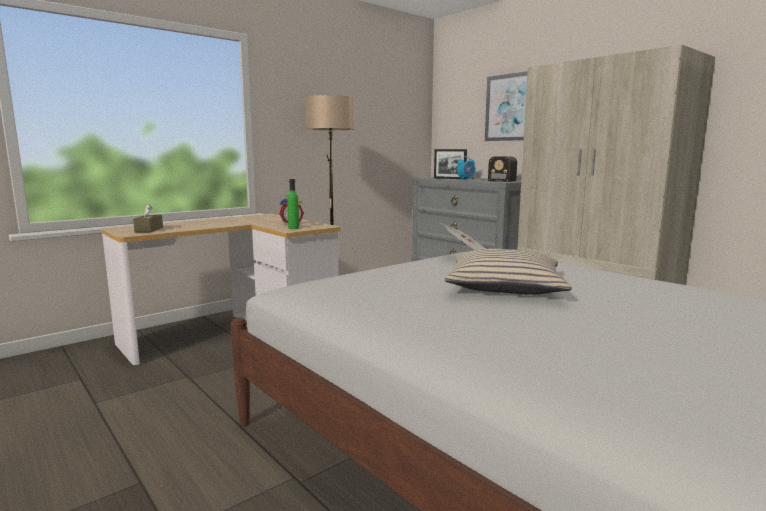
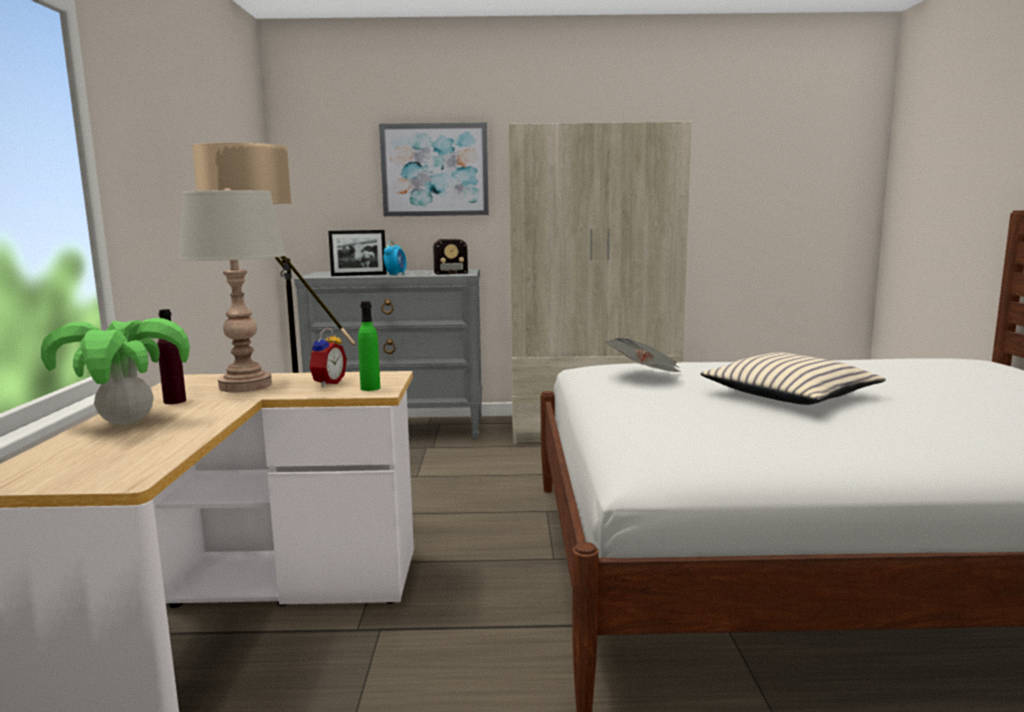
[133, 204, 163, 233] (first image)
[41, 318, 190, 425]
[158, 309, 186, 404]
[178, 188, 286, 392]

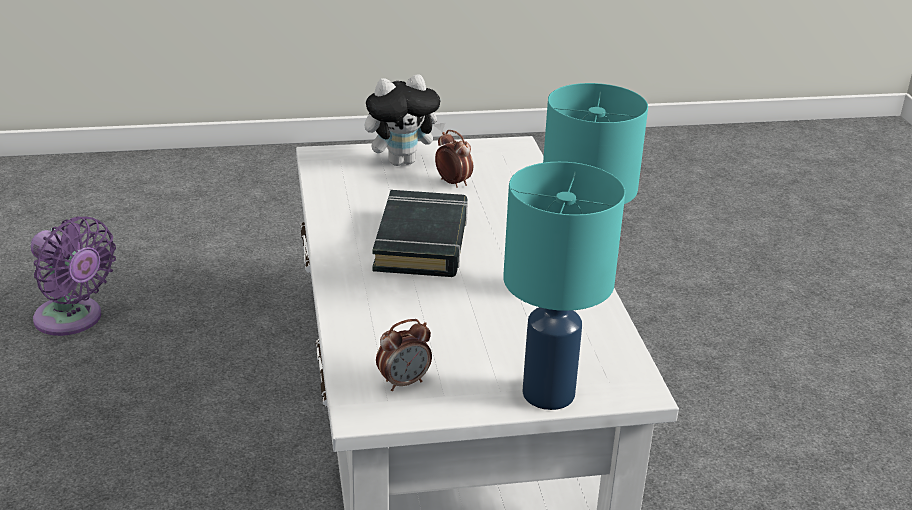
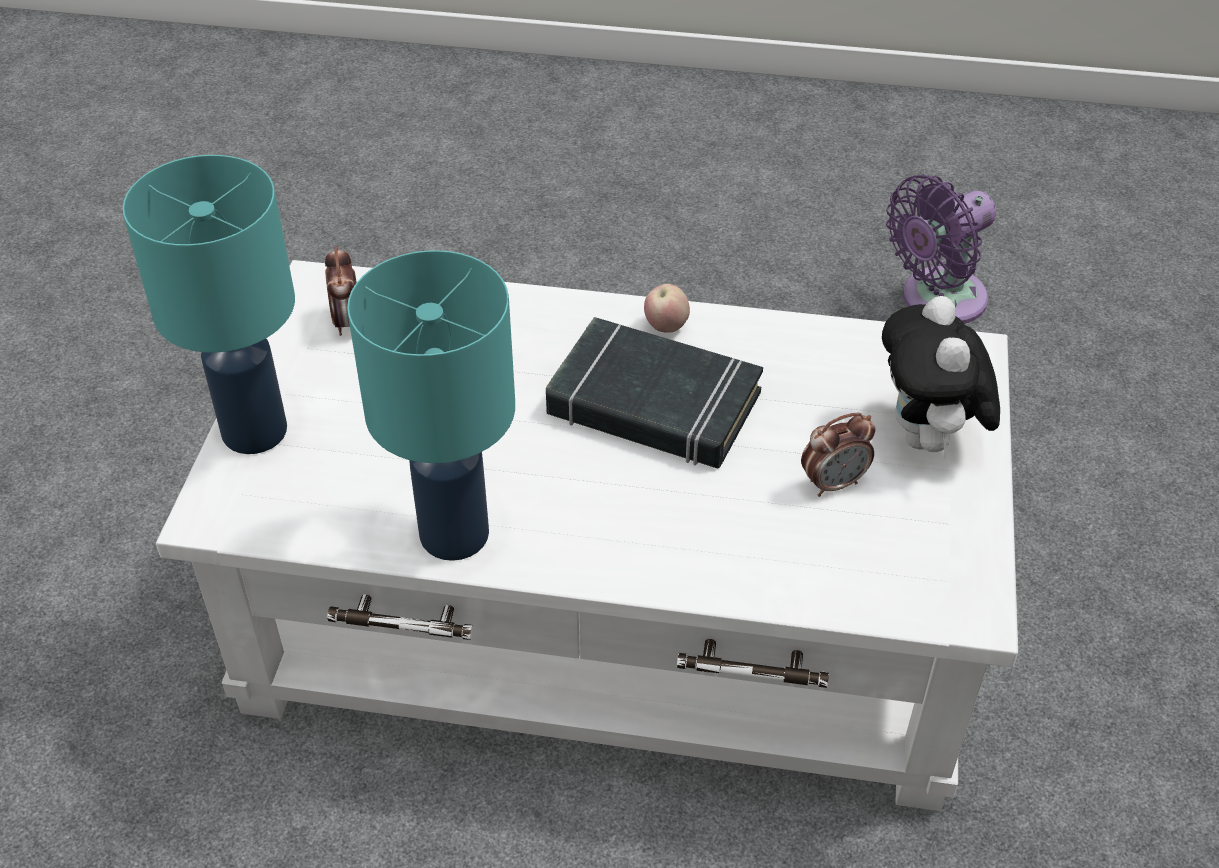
[644, 284, 690, 333]

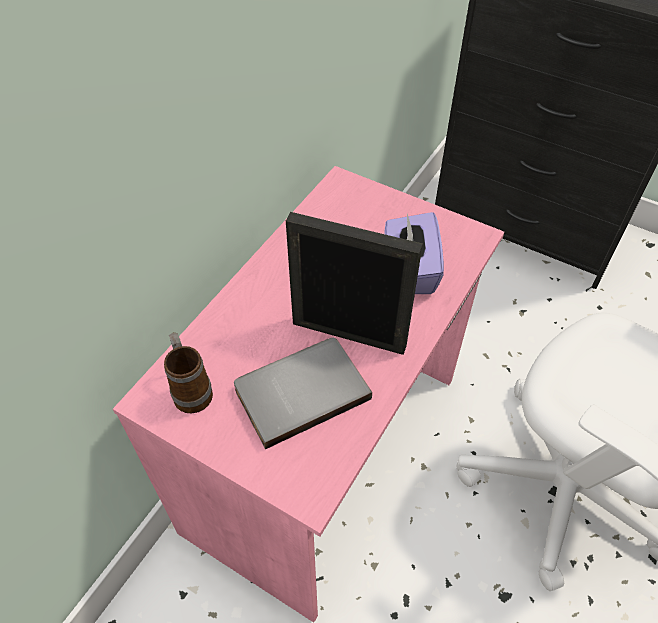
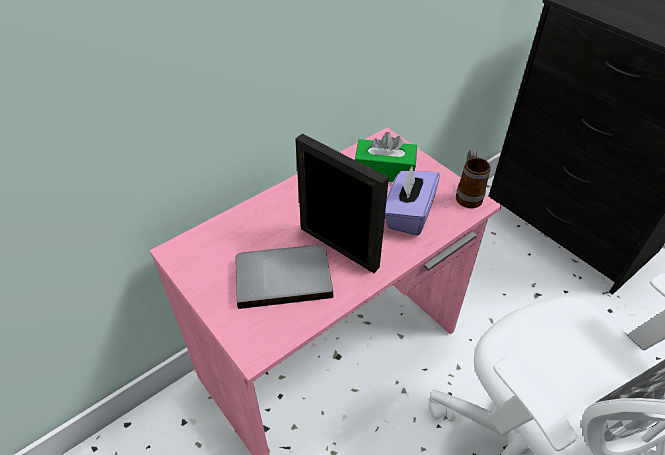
[355, 132, 417, 182]
[456, 149, 490, 208]

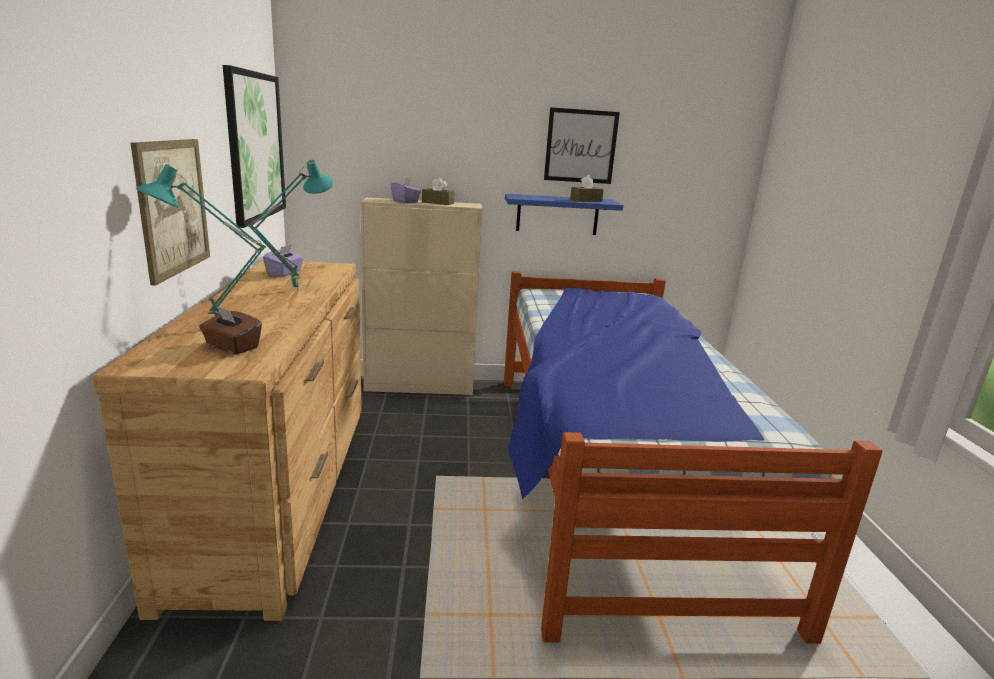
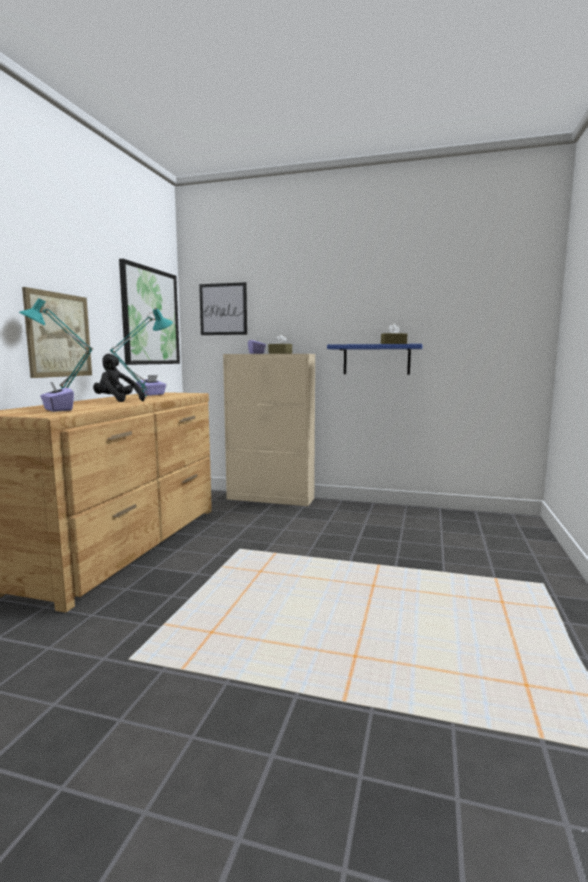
[504, 271, 883, 644] (first image)
[93, 354, 145, 402]
[199, 282, 247, 335]
[40, 382, 74, 412]

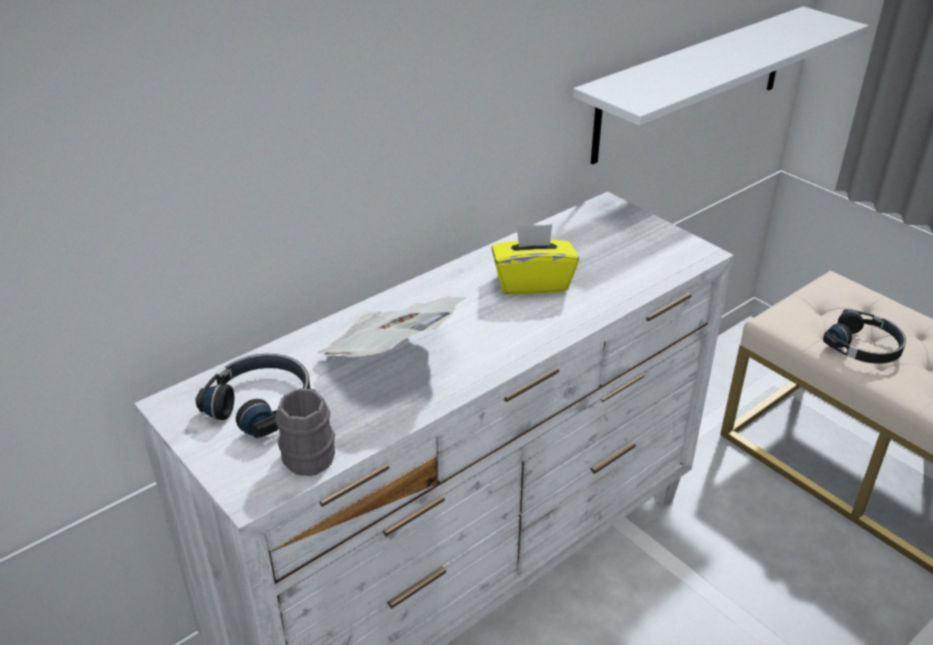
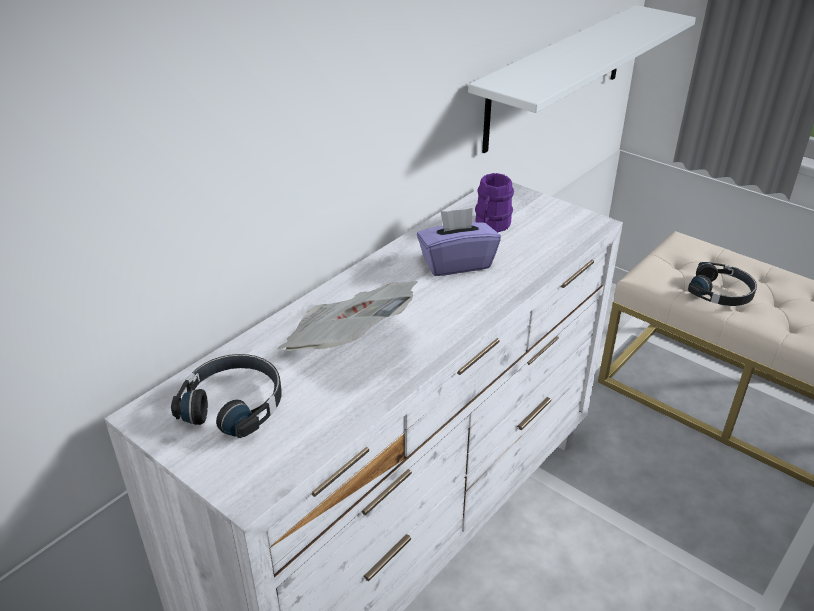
[275, 388, 335, 476] (first image)
[475, 173, 514, 232]
[417, 208, 501, 276]

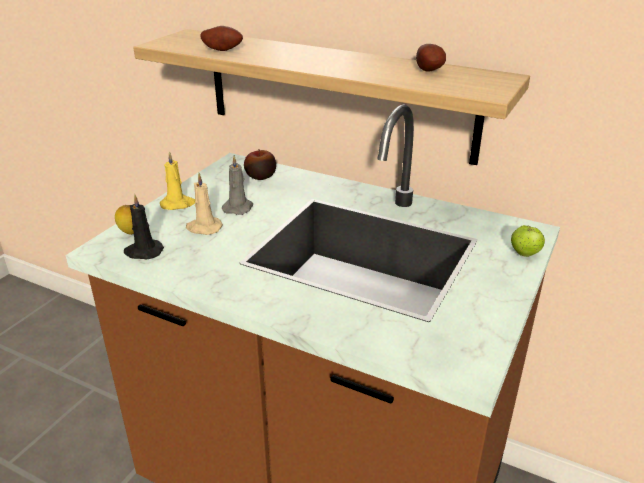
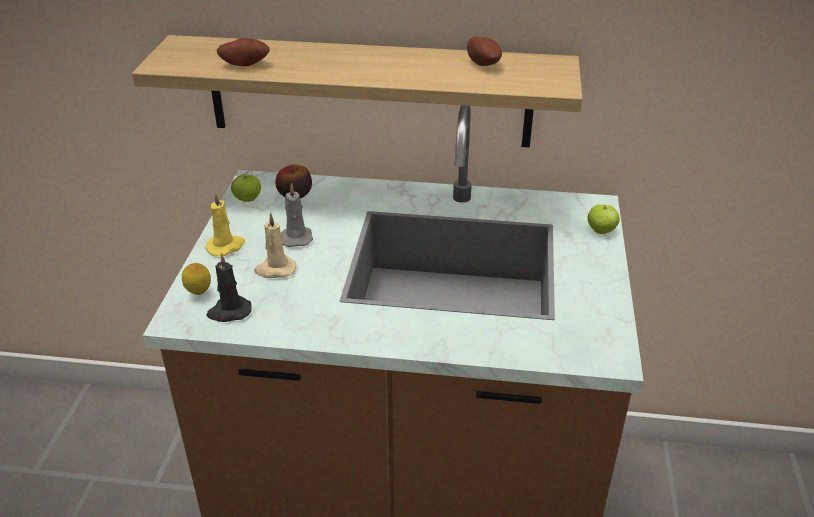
[231, 171, 261, 202]

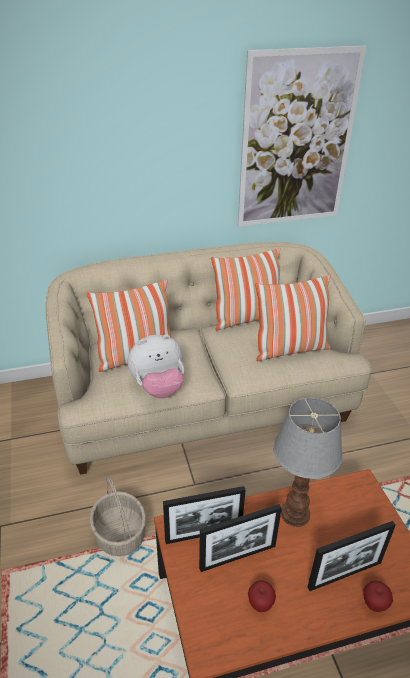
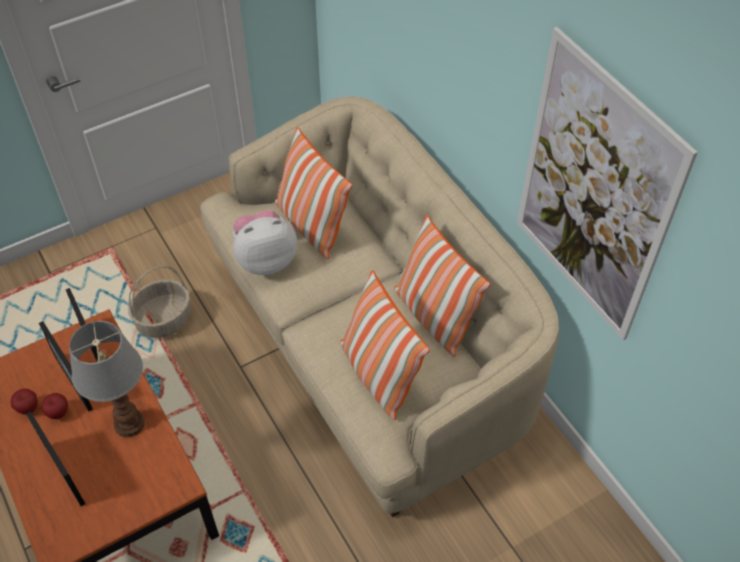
[41, 393, 68, 419]
[232, 210, 297, 275]

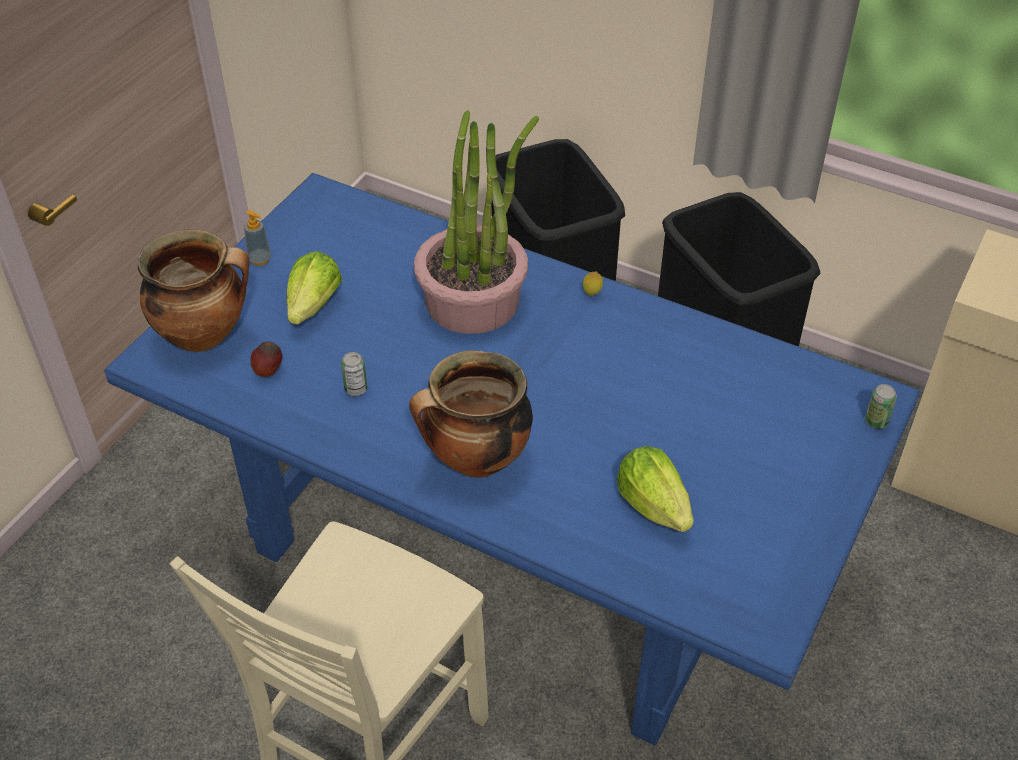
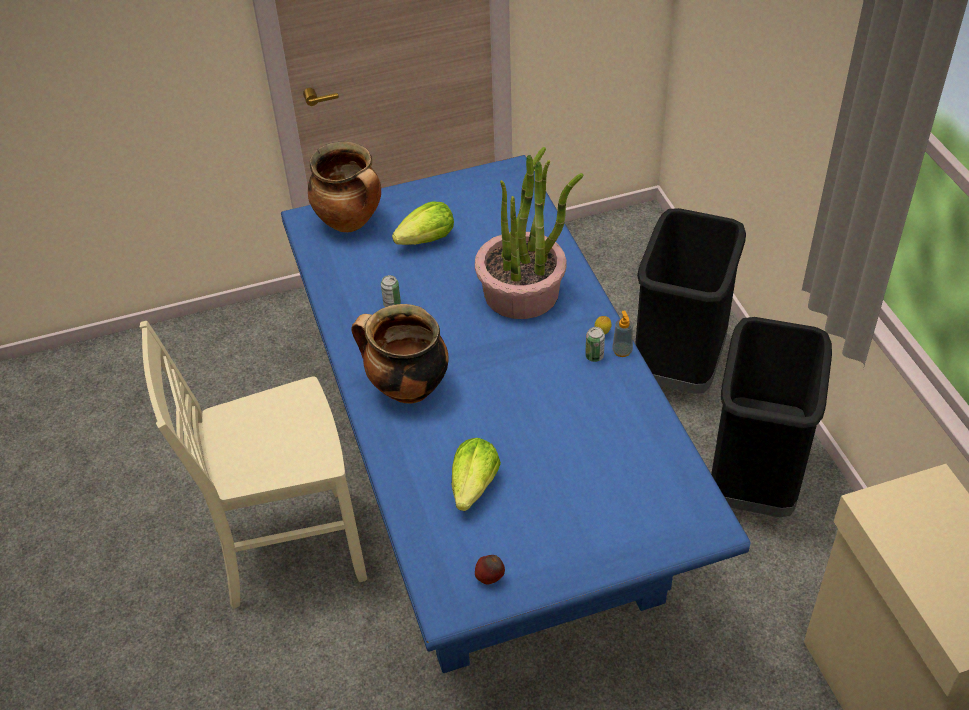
[612, 311, 633, 357]
[475, 555, 505, 584]
[585, 327, 605, 362]

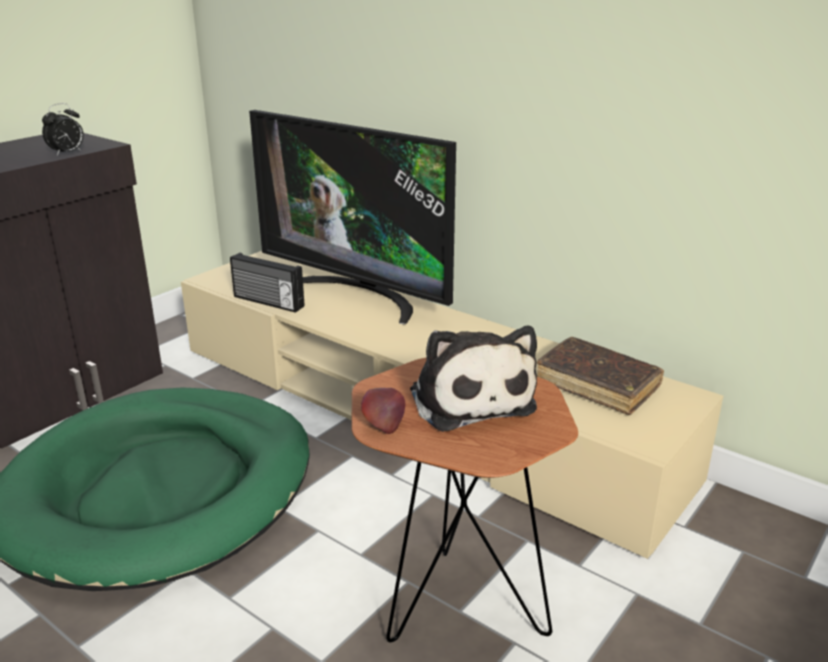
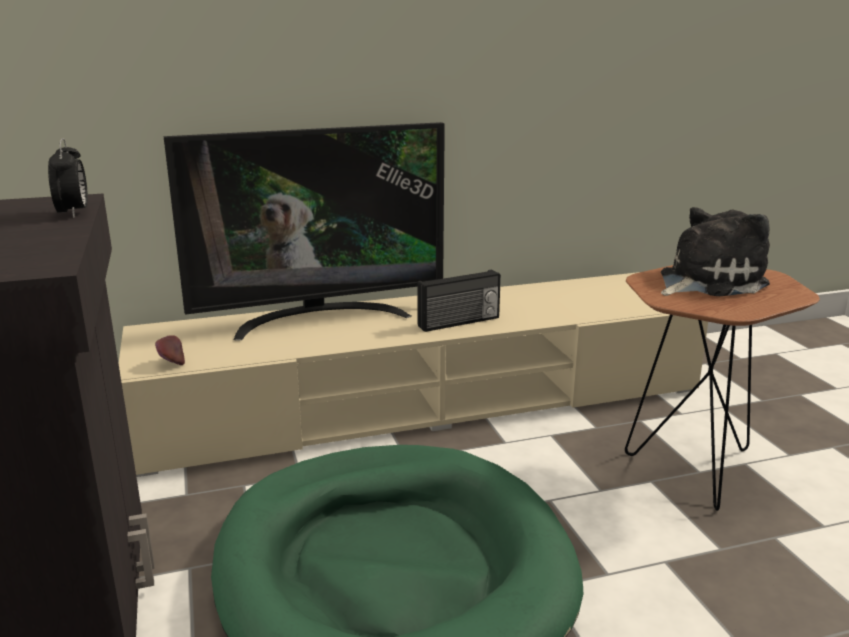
[537, 337, 664, 415] (first image)
[417, 269, 501, 332]
[155, 335, 185, 365]
[661, 207, 770, 296]

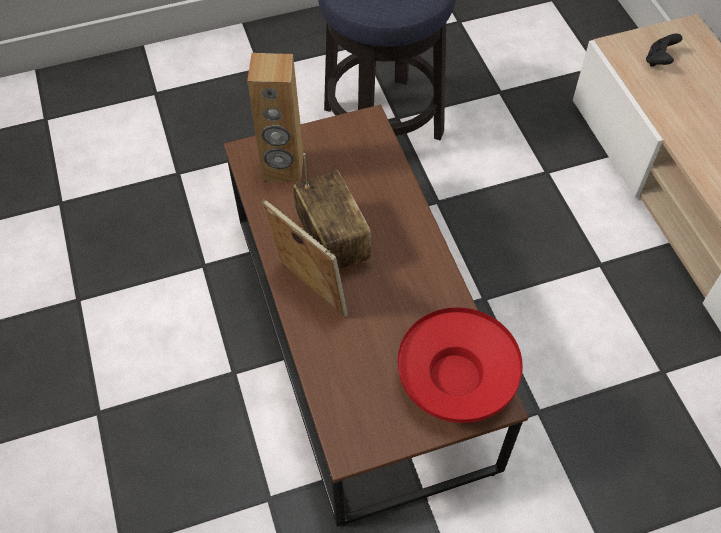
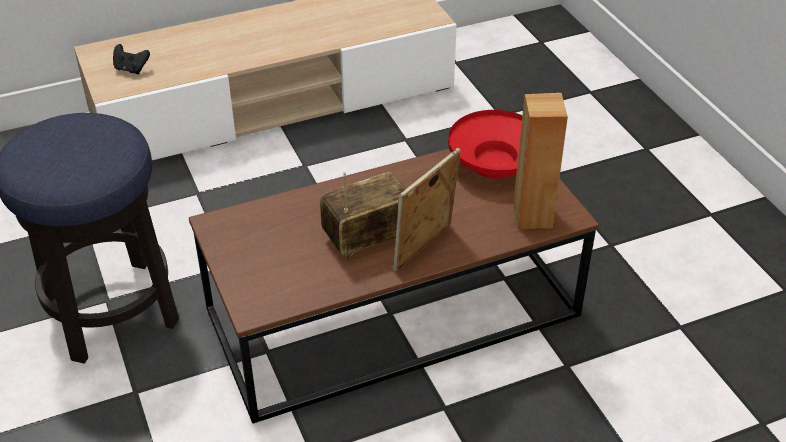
[513, 93, 568, 229]

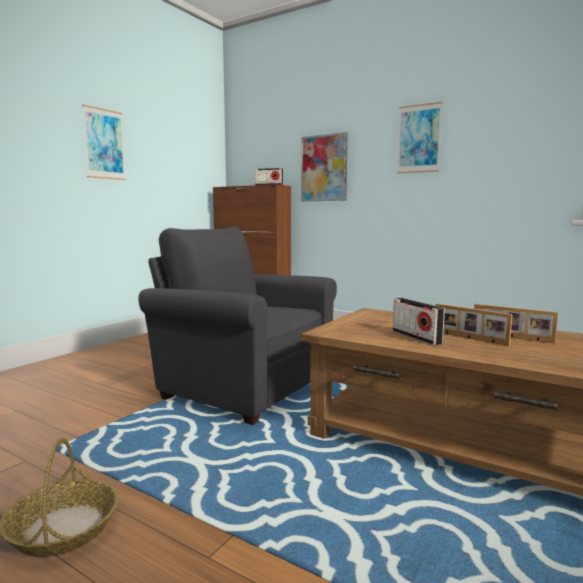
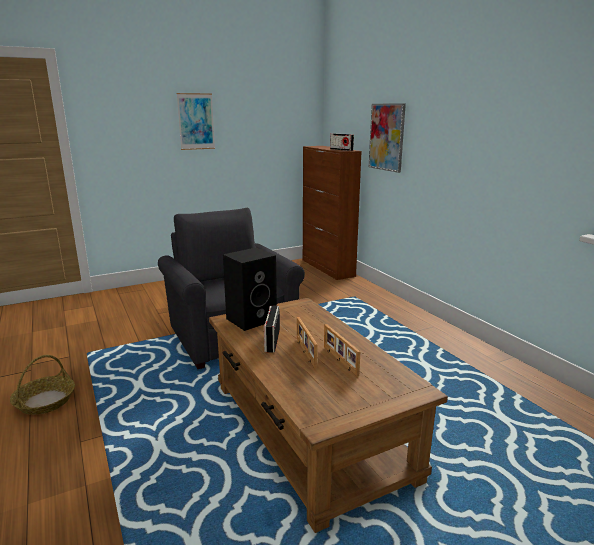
[397, 102, 443, 174] (first image)
[223, 248, 277, 331]

